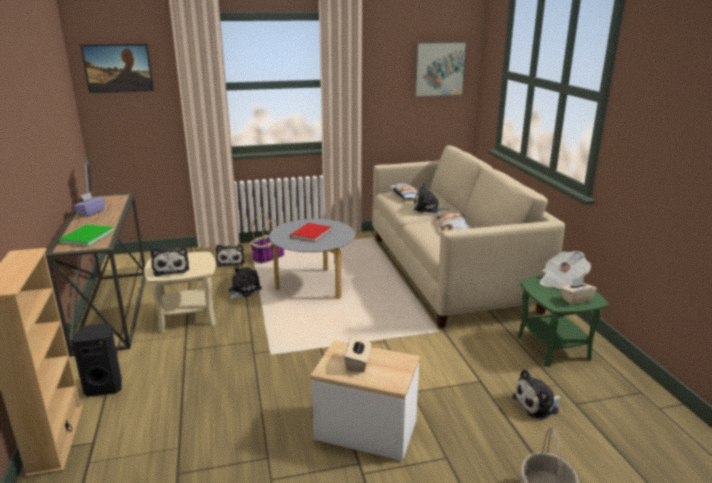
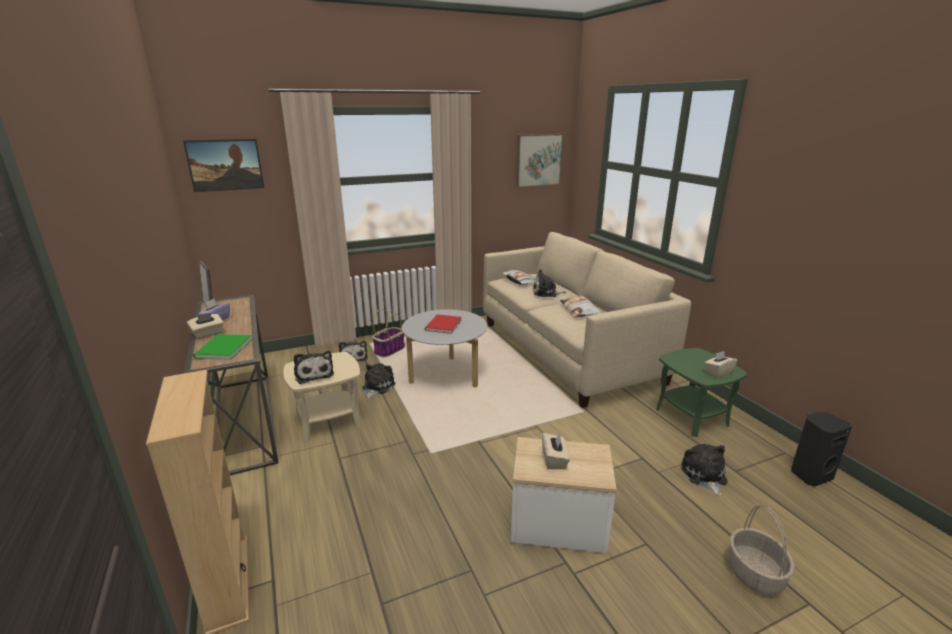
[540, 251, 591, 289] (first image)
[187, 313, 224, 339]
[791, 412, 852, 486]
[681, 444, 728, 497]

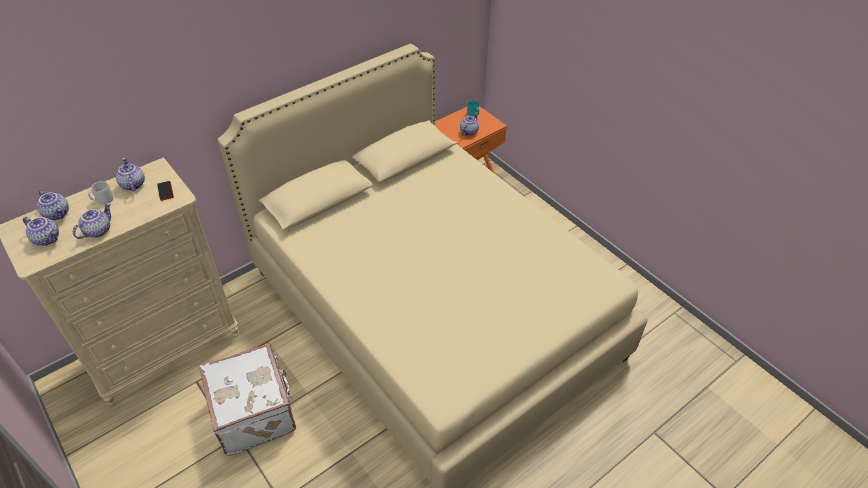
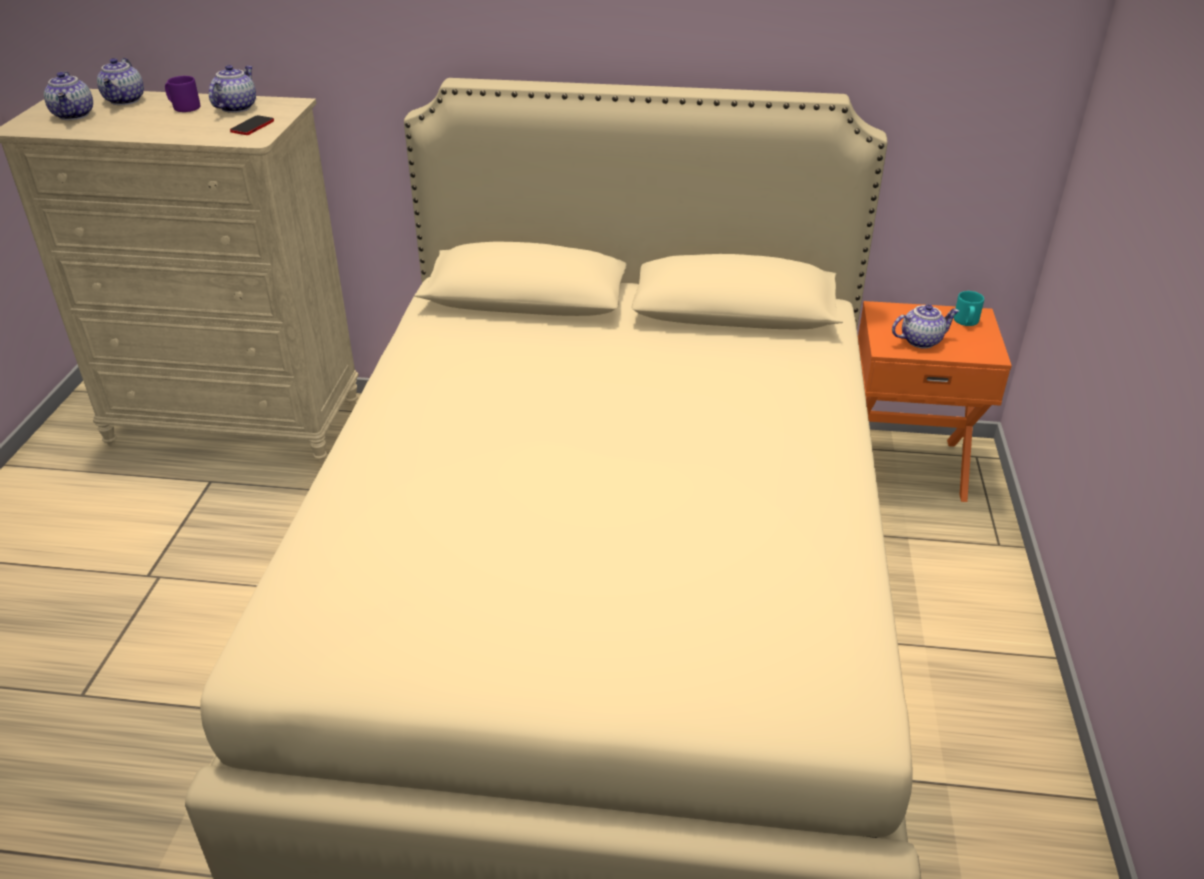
[73, 203, 111, 239] (first image)
[199, 343, 296, 456] (first image)
[165, 76, 200, 112]

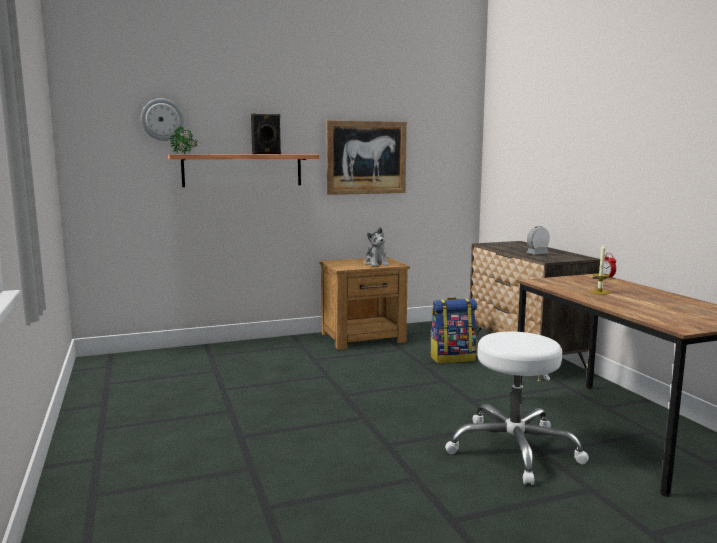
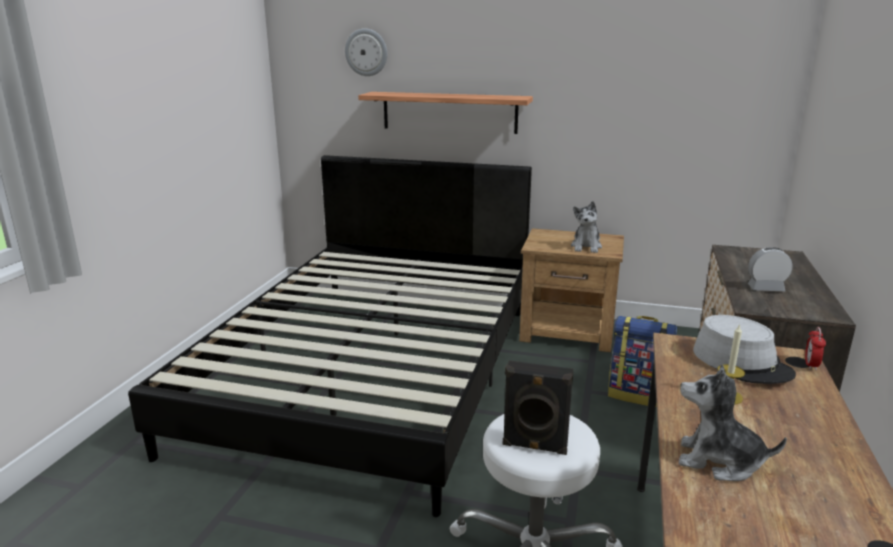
[170, 127, 198, 154] (first image)
[326, 120, 407, 195] (first image)
[128, 155, 532, 517]
[679, 364, 787, 481]
[693, 315, 796, 384]
[502, 360, 573, 455]

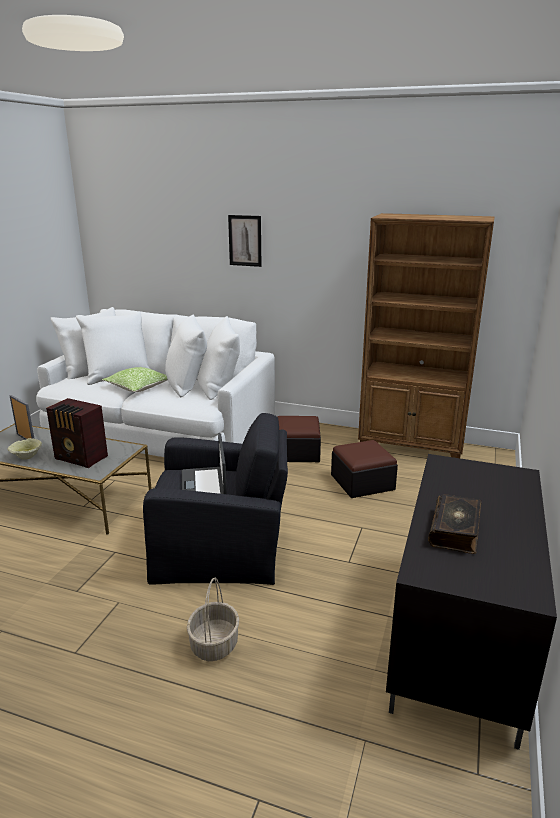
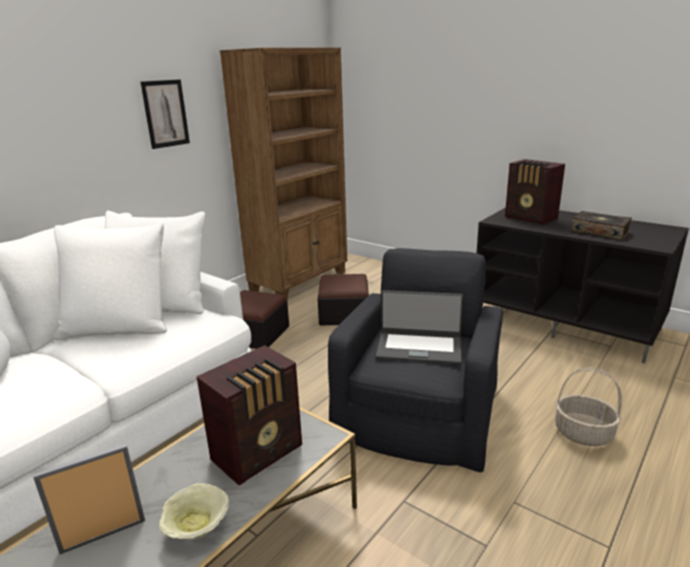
[102, 367, 168, 392] (first image)
[505, 159, 565, 225]
[141, 79, 190, 149]

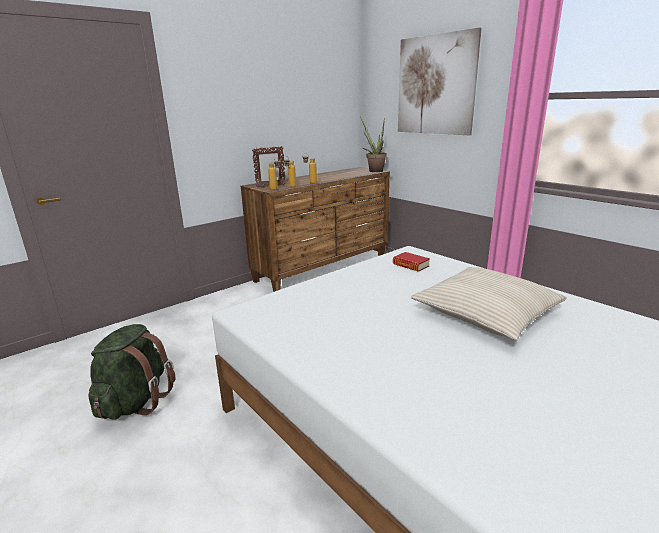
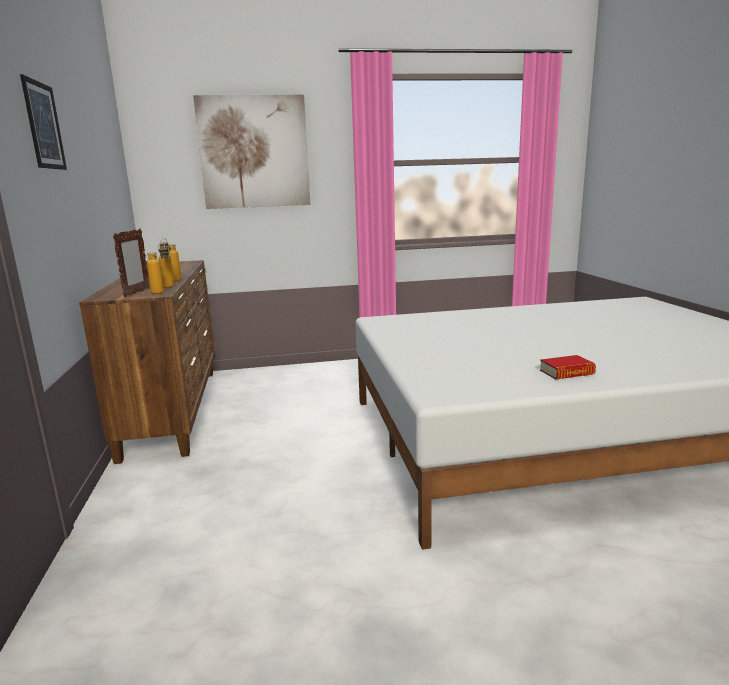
[88, 324, 176, 420] (first image)
[360, 117, 387, 172] (first image)
[411, 267, 567, 340] (first image)
[20, 74, 67, 170]
[540, 355, 596, 379]

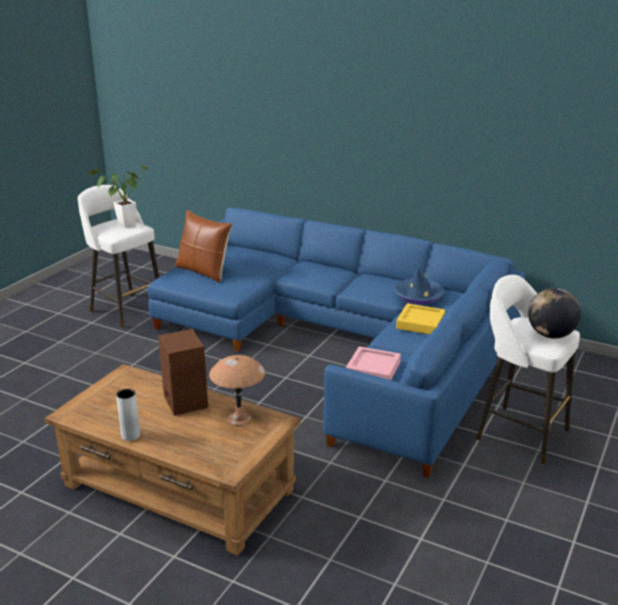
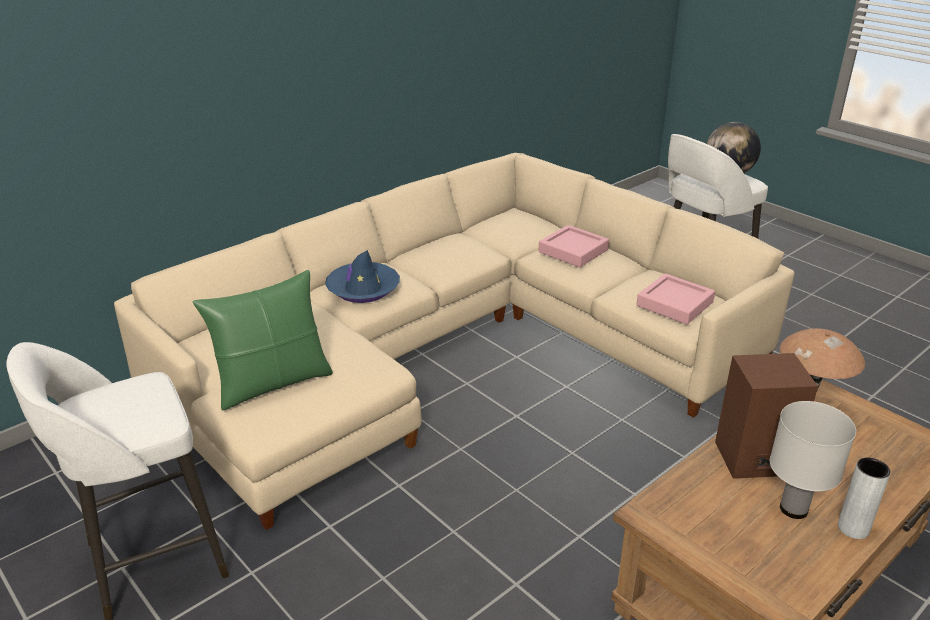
[88, 165, 149, 228] (first image)
[770, 401, 856, 519]
[325, 250, 400, 303]
[114, 153, 795, 530]
[192, 270, 333, 410]
[539, 225, 609, 267]

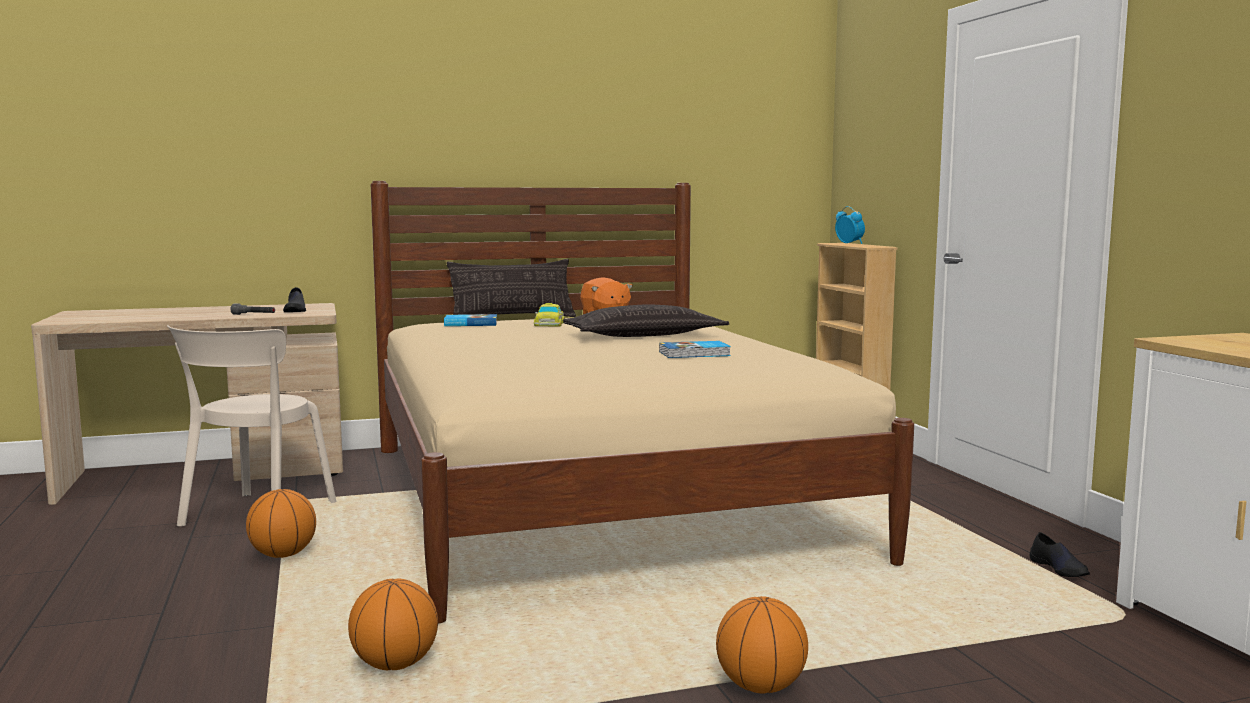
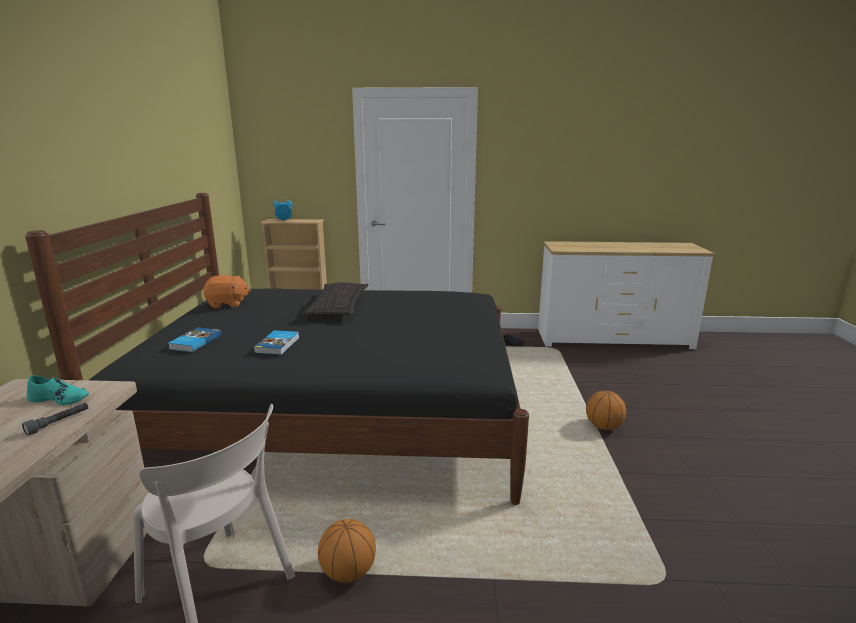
[348, 578, 438, 670] (first image)
[447, 259, 576, 317] (first image)
[534, 303, 565, 326] (first image)
[254, 330, 299, 355]
[26, 375, 89, 405]
[25, 193, 529, 505]

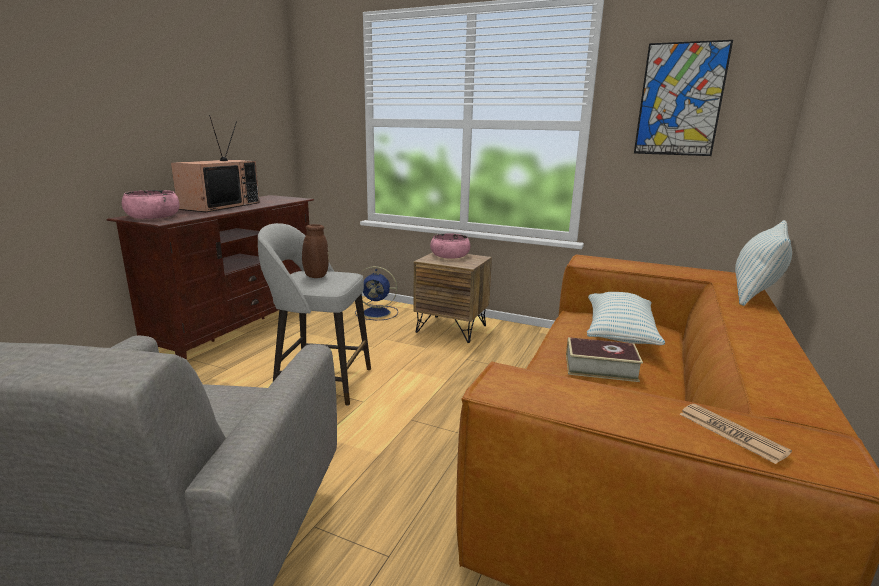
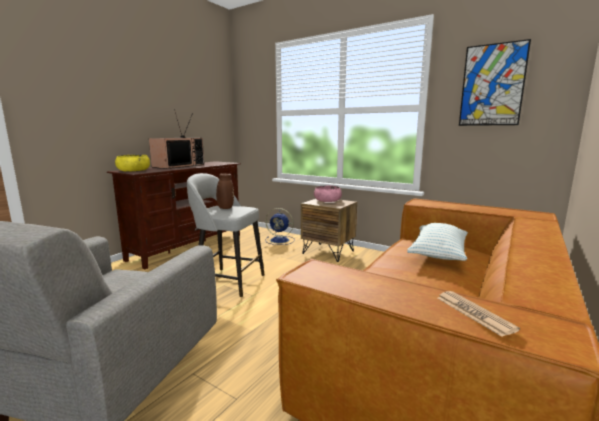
[566, 337, 643, 382] (first image)
[735, 220, 792, 306] (first image)
[115, 155, 150, 172]

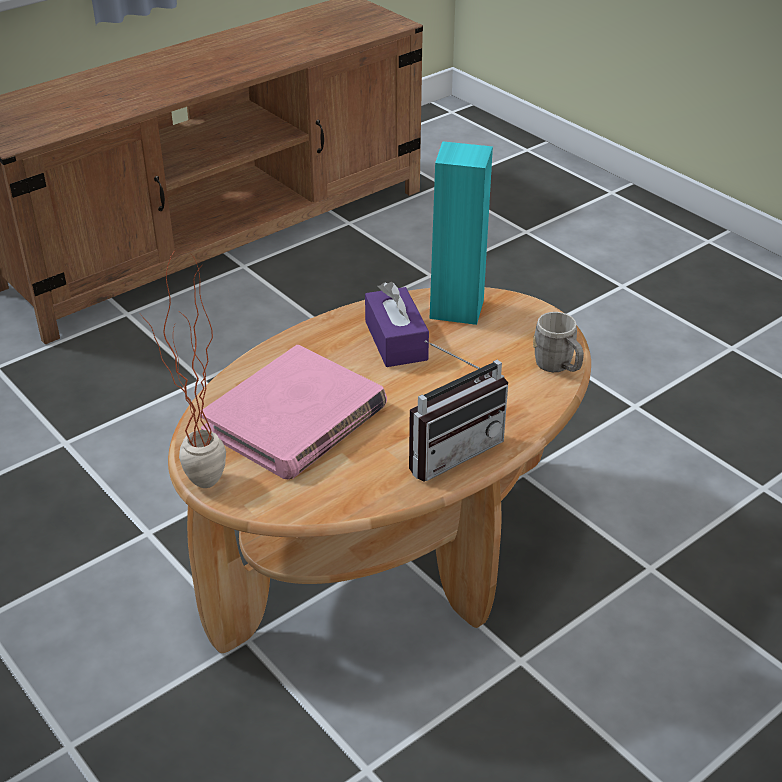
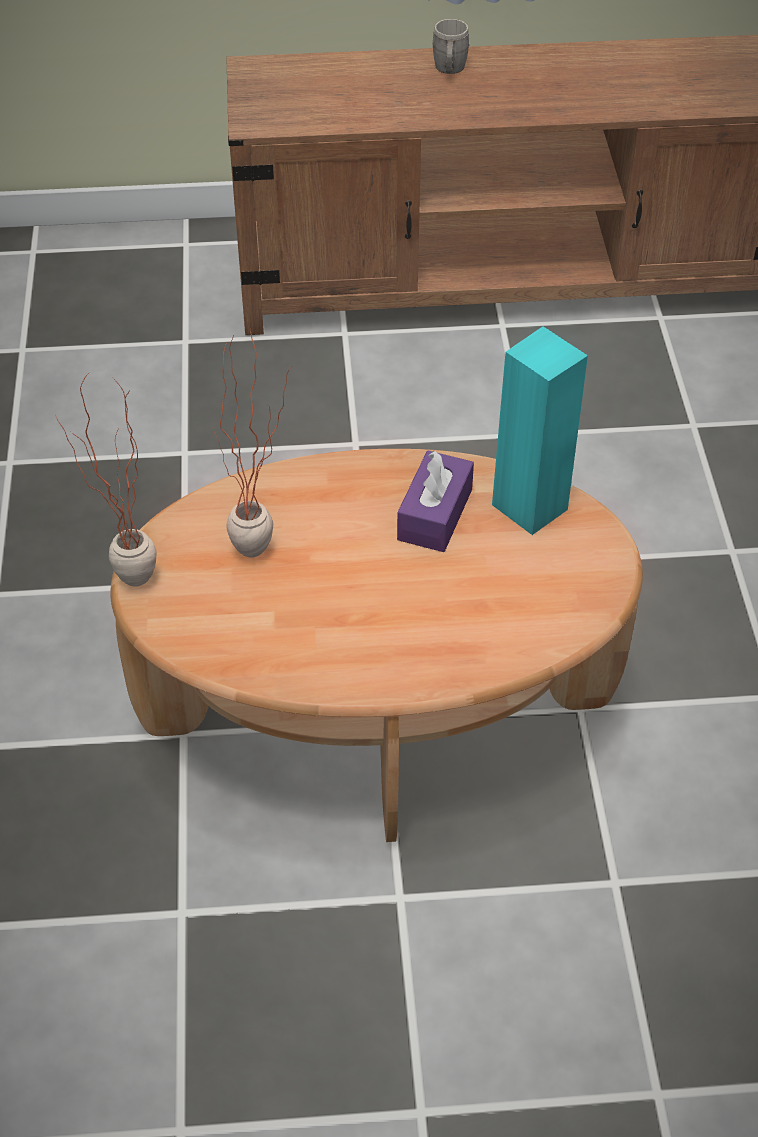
[409, 340, 508, 482] (first image)
[432, 19, 470, 74]
[212, 329, 294, 558]

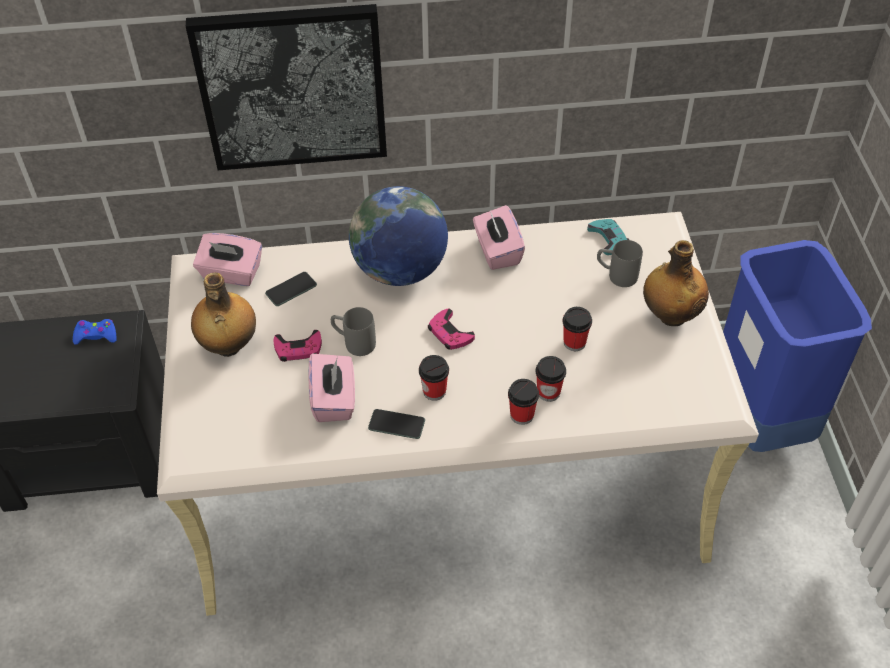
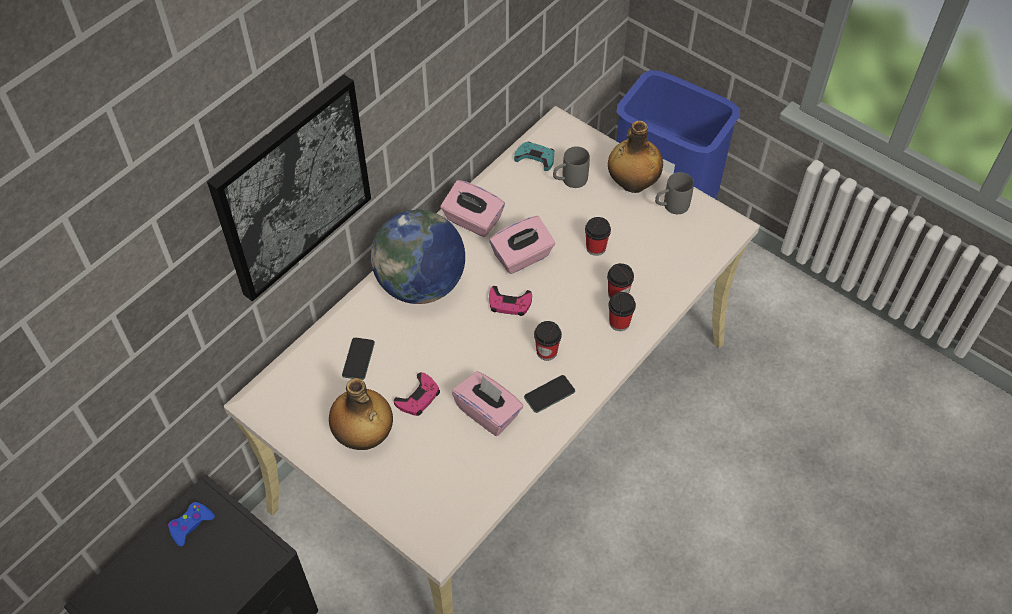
[489, 216, 555, 274]
[655, 172, 694, 214]

